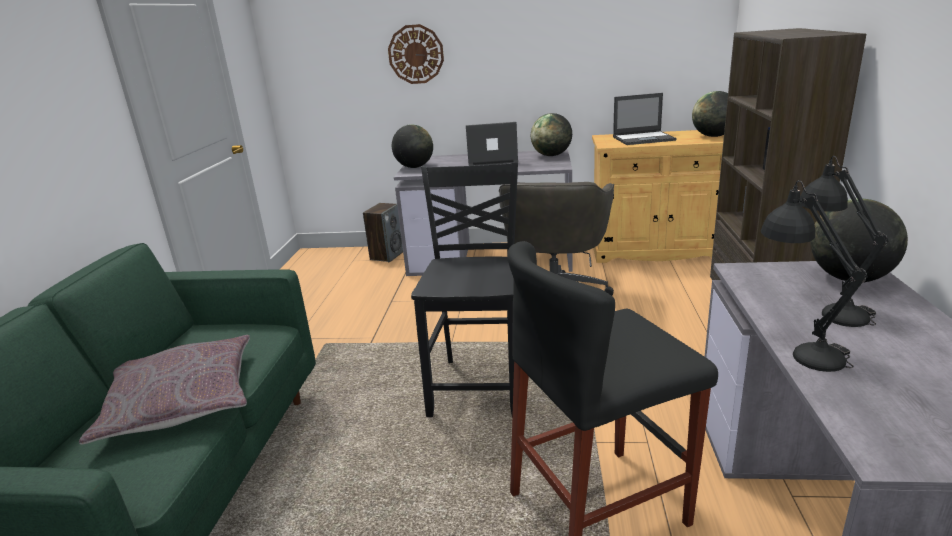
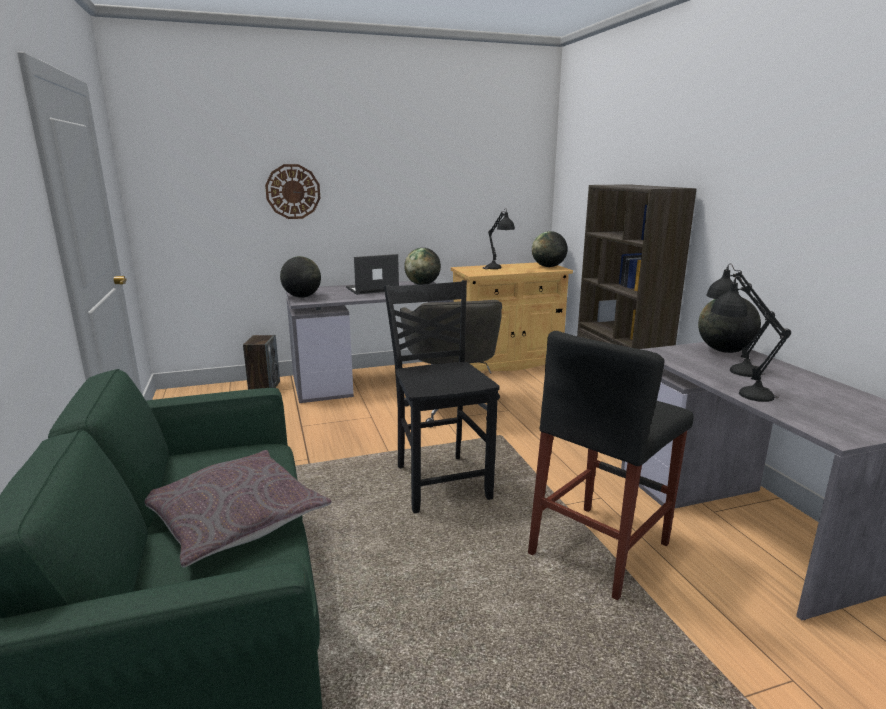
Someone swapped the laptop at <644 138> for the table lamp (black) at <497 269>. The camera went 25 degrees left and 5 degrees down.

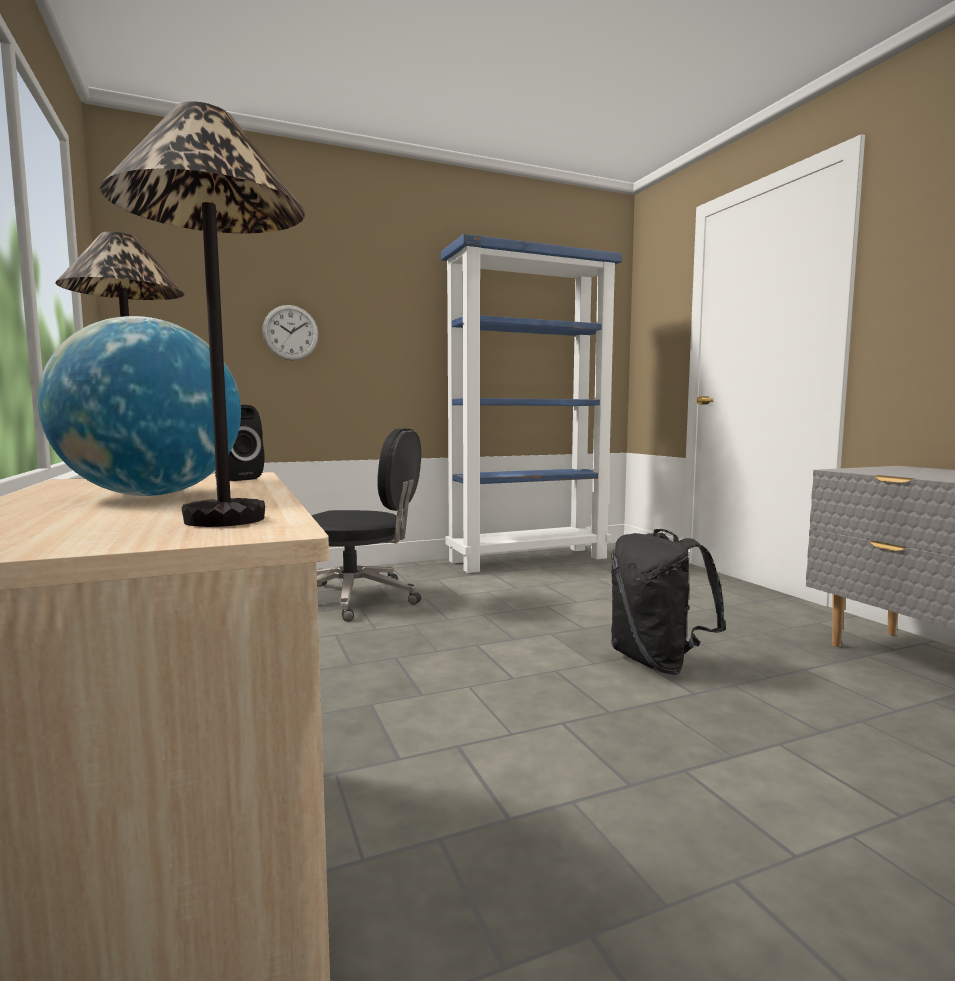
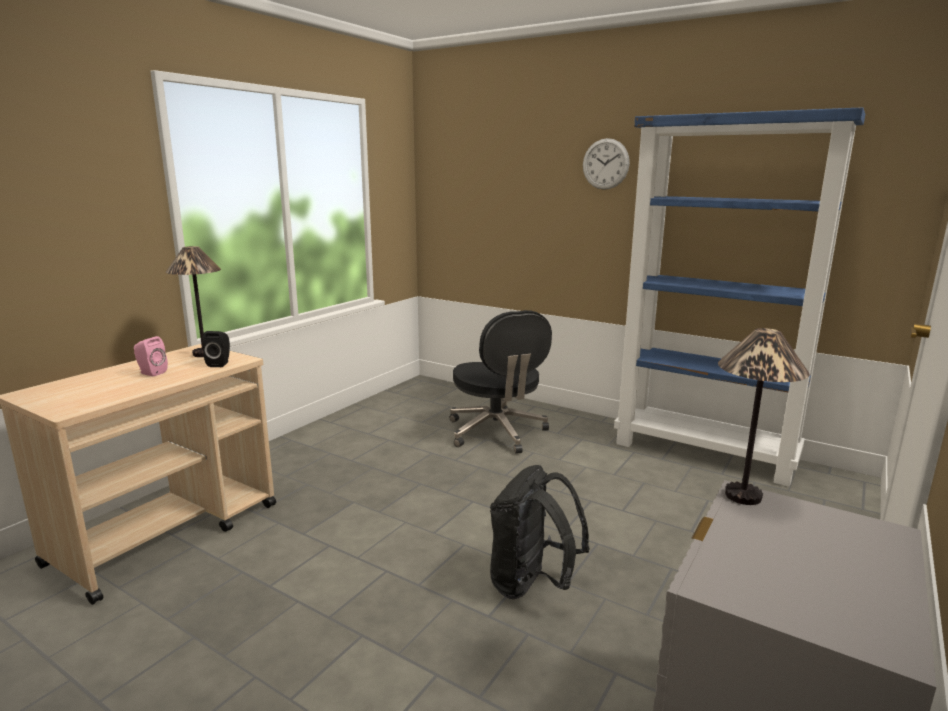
Someone carried the table lamp from <226 519> to <744 496>. Someone carried the wall clock from <290 332> to <605 164>. Someone swapped the globe at <151 495> for the speaker (pink) at <151 373>. The camera went 55 degrees right and 10 degrees up.

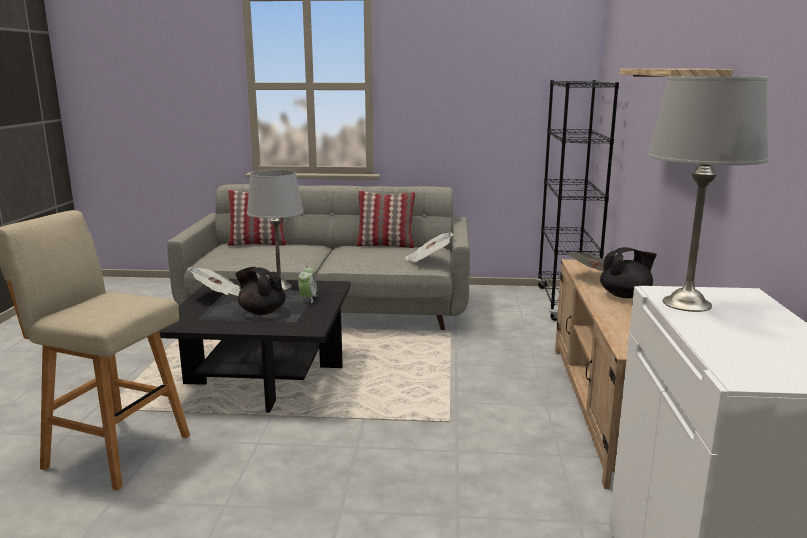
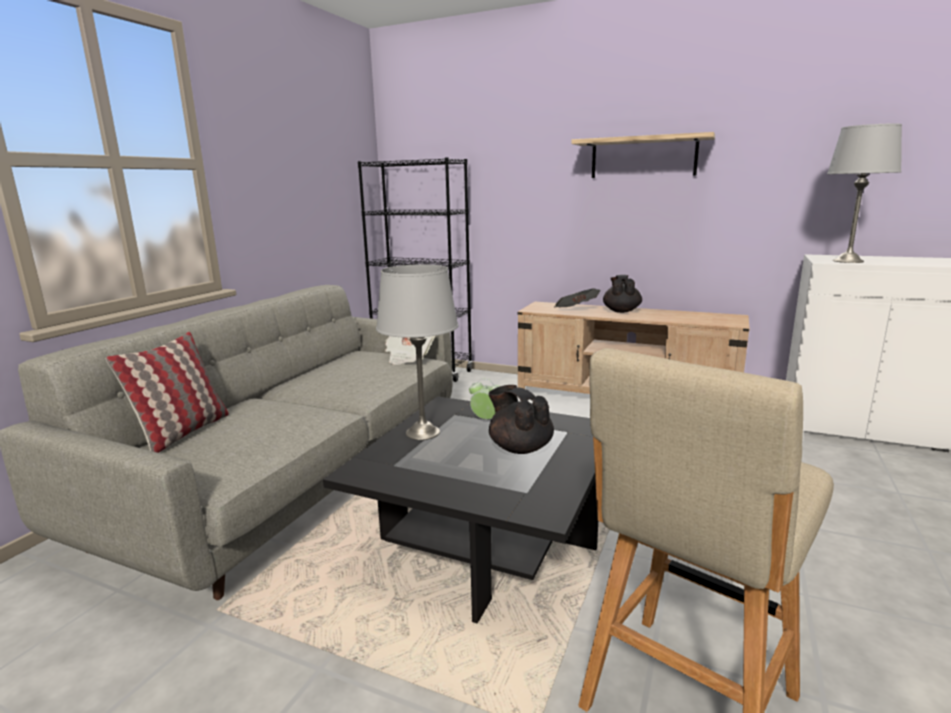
Someone took away the pillow at <385 245>. Someone rotated the teapot (black) at <262 312> by 90 degrees clockwise. Someone took away the newspaper at <219 296>. The camera went 70 degrees left and 0 degrees up.

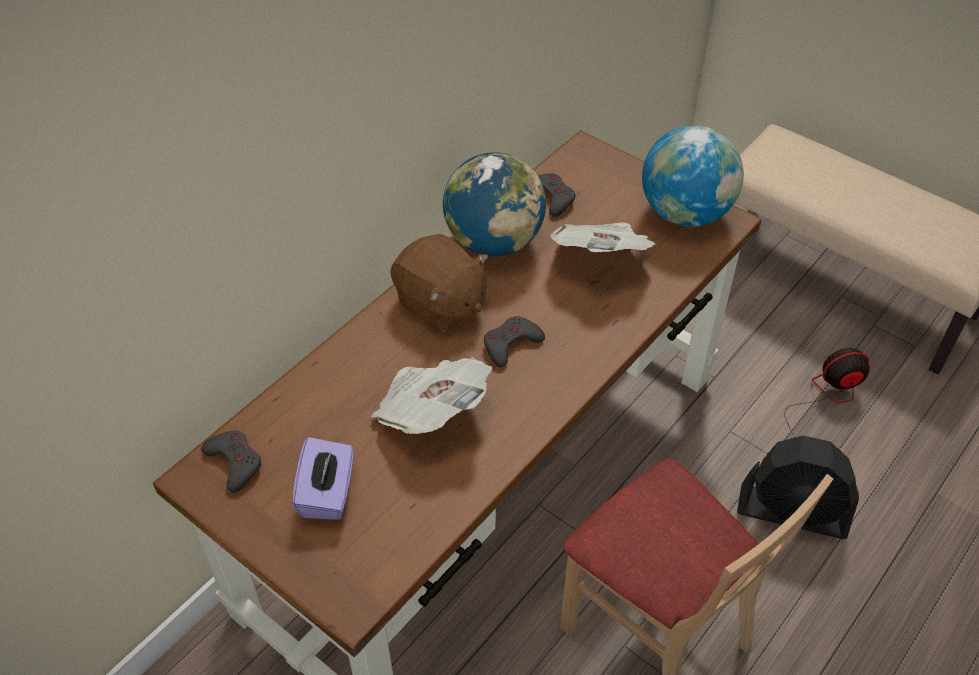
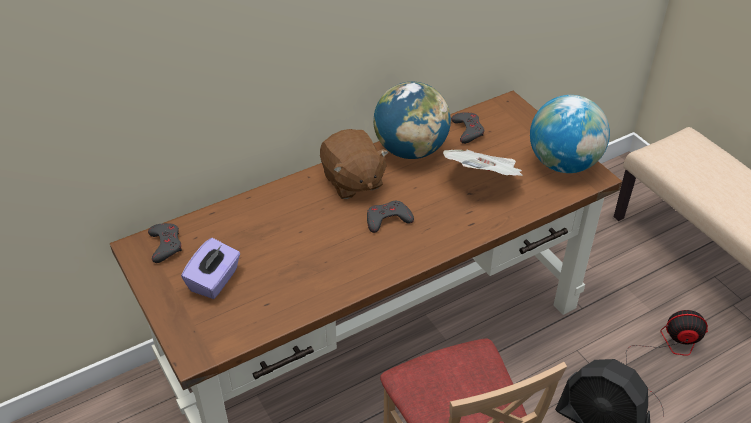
Someone took away the newspaper at <431 411>. The camera went 20 degrees right and 5 degrees down.

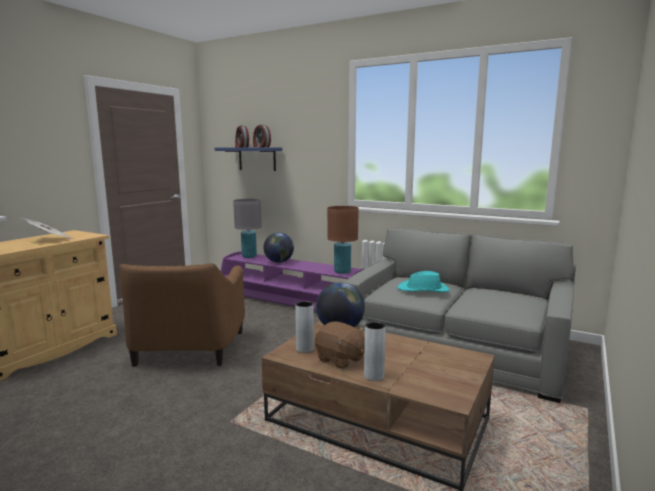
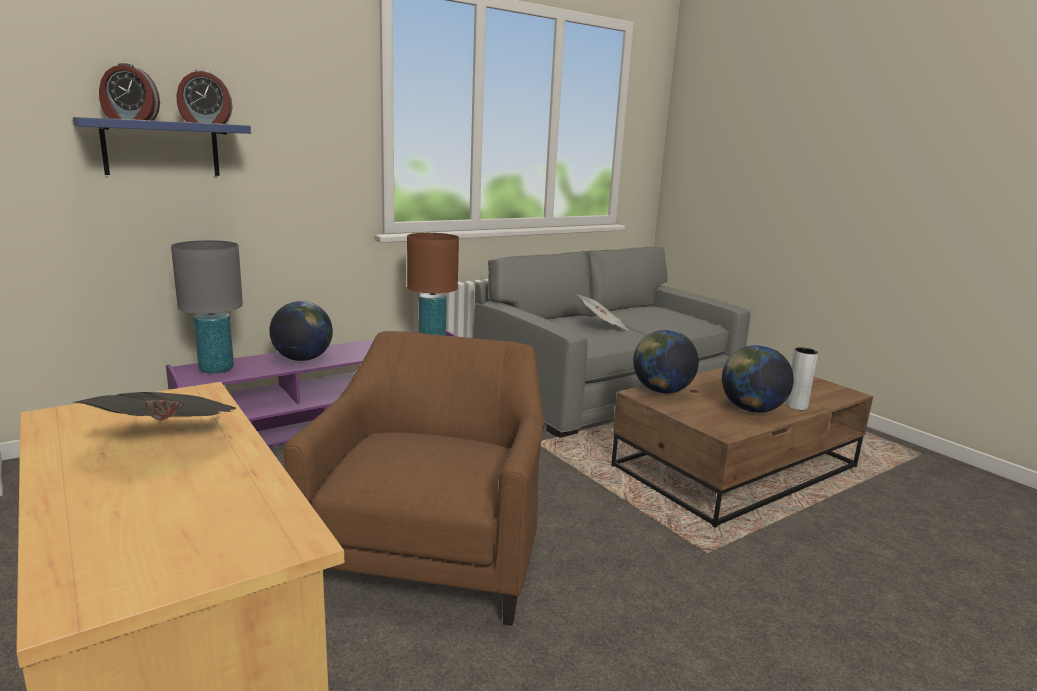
Someone rotated the armchair (brown) at <187 349> by 105 degrees counterclockwise. Someone swapped the hat (turquoise) at <423 290> for the newspaper at <602 326>. Someone took away the vase (grey) at <304 349>. Someone swapped the plush toy (brown) at <340 359> for the globe at <751 409>. The camera went 65 degrees left and 5 degrees up.

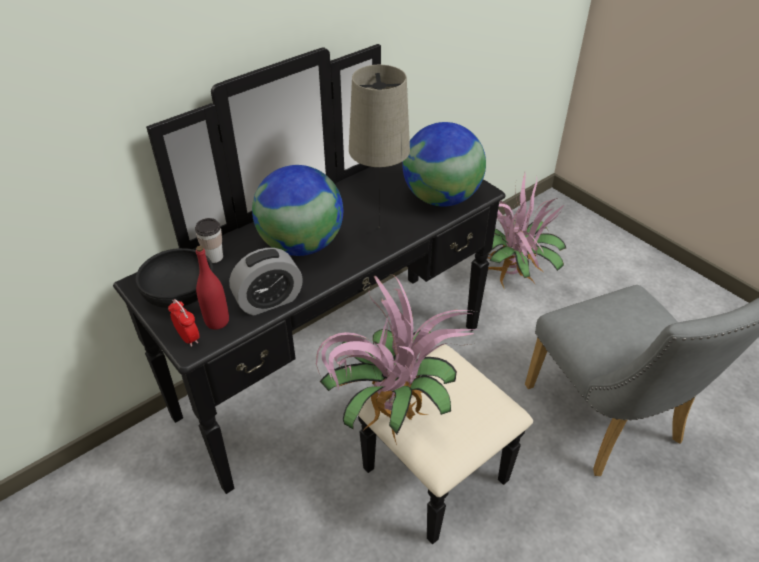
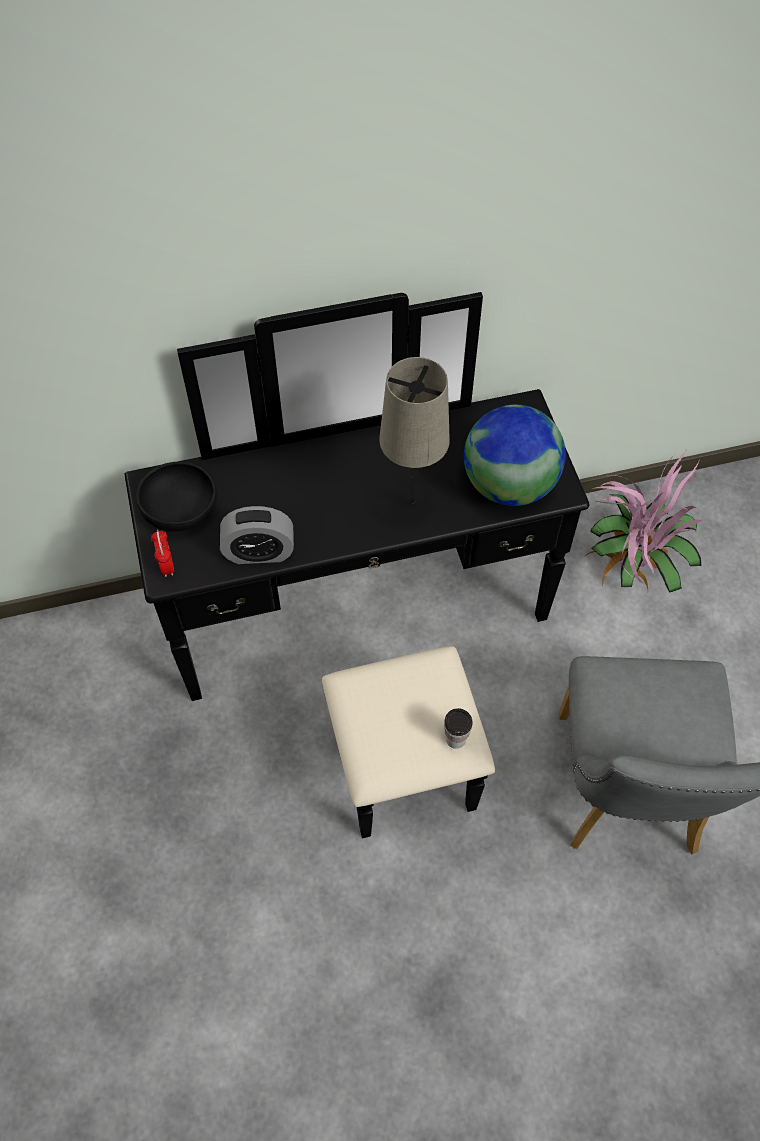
Someone took away the globe at <301 245>. Someone carried the cup from <214 257> to <455 739>. Someone took away the bottle (red) at <217 321>. Someone took away the potted plant at <390 412>. The camera went 25 degrees right and 15 degrees up.

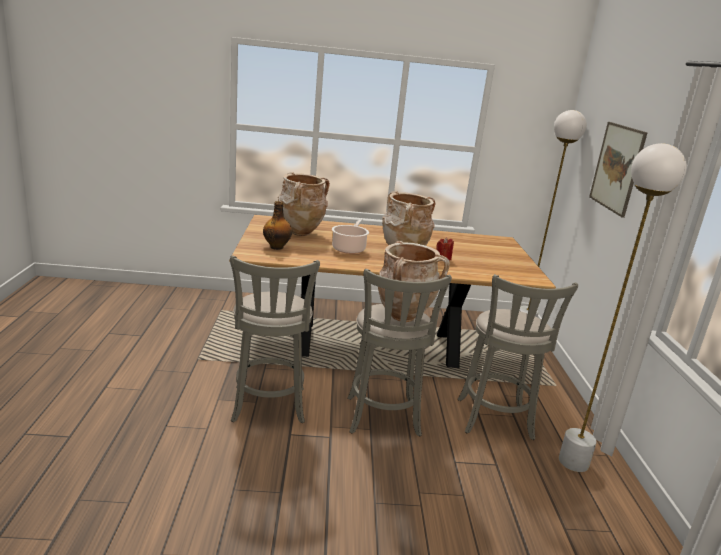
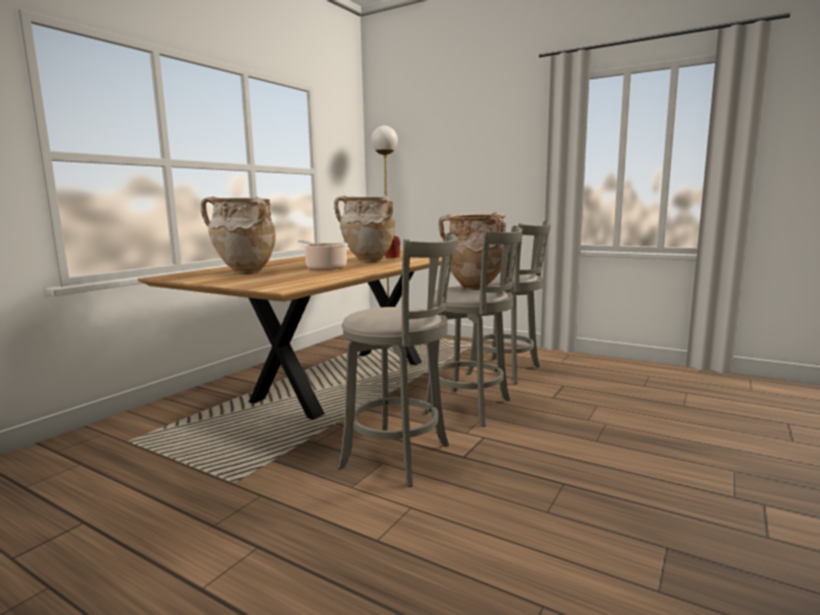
Someone took away the picture at <617 167>. Someone took away the floor lamp (white) at <573 462>. Someone took away the bottle at <277 247>. The camera went 55 degrees left and 10 degrees down.

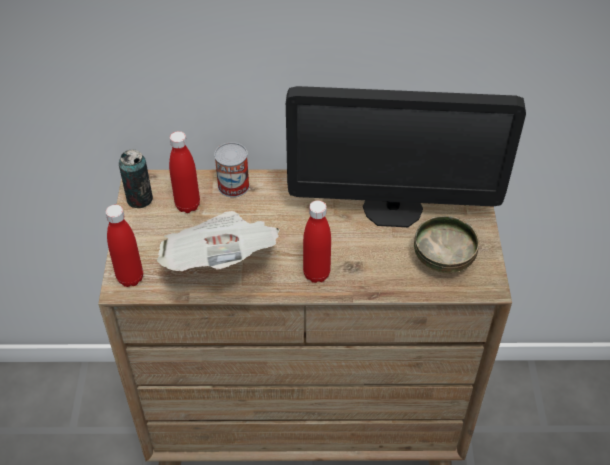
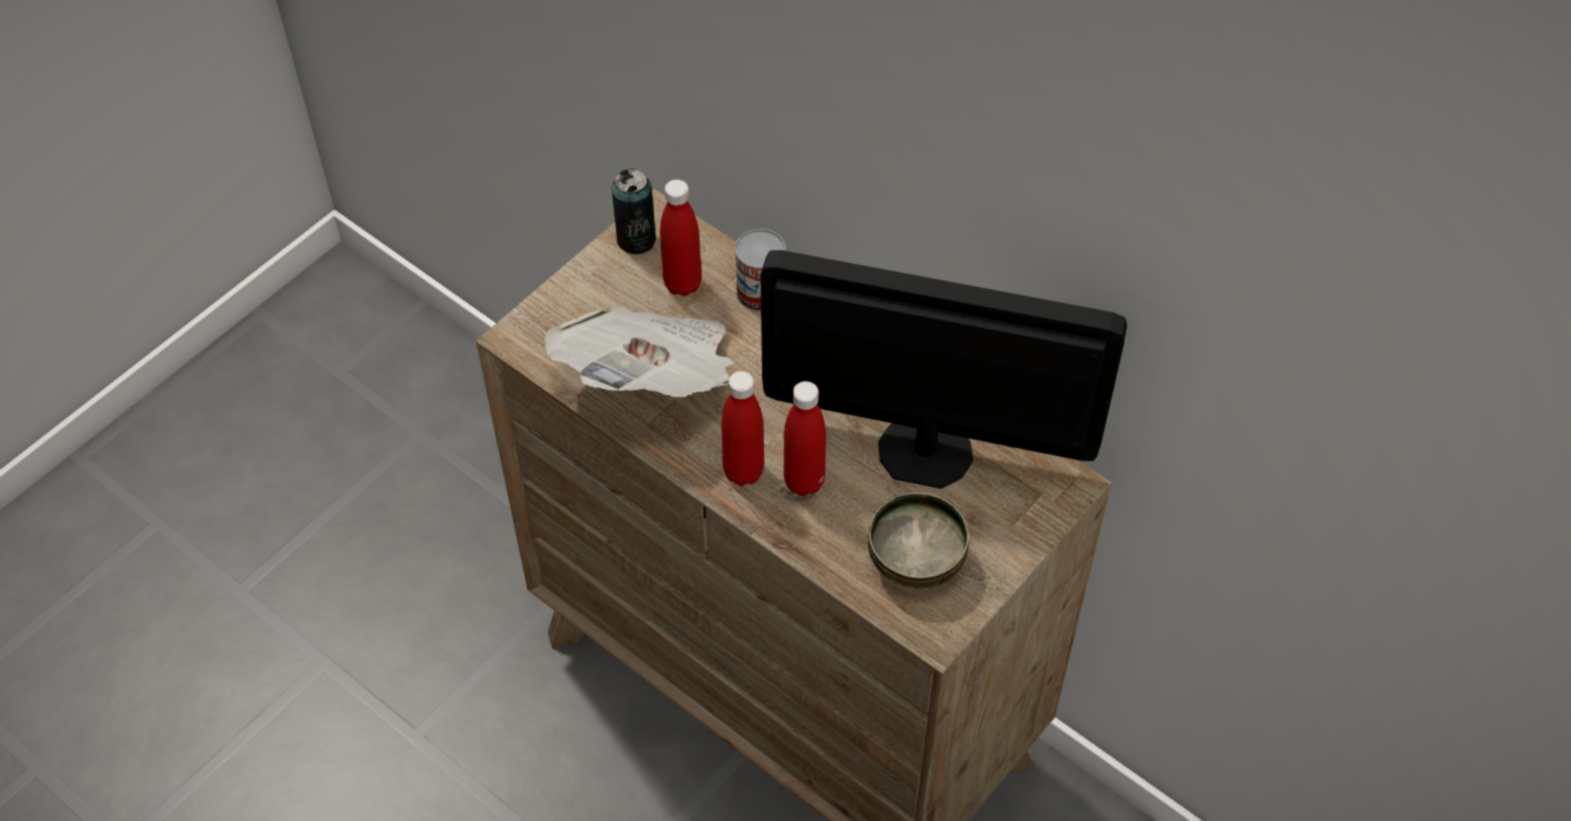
Someone rotated the monitor at <392 208> by 150 degrees clockwise. Someone carried the bottle (red) from <130 278> to <804 481>. The camera went 40 degrees right and 5 degrees up.

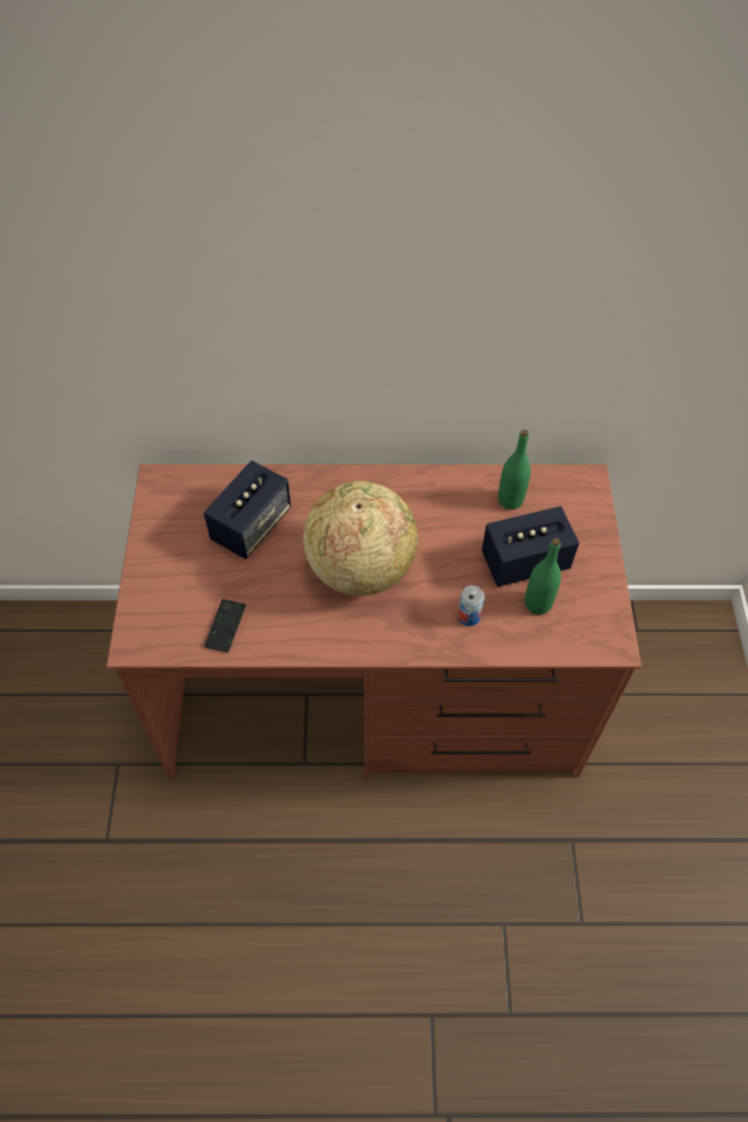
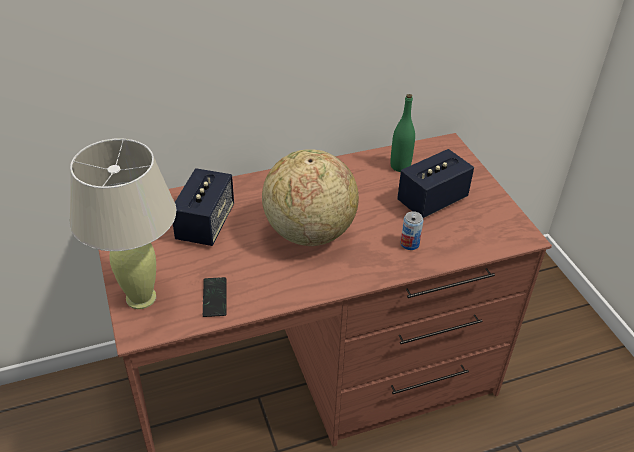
Someone took away the bottle (green) at <538 603>. Someone put down the table lamp (beige) at <140 297>. The camera went 20 degrees left and 15 degrees down.

